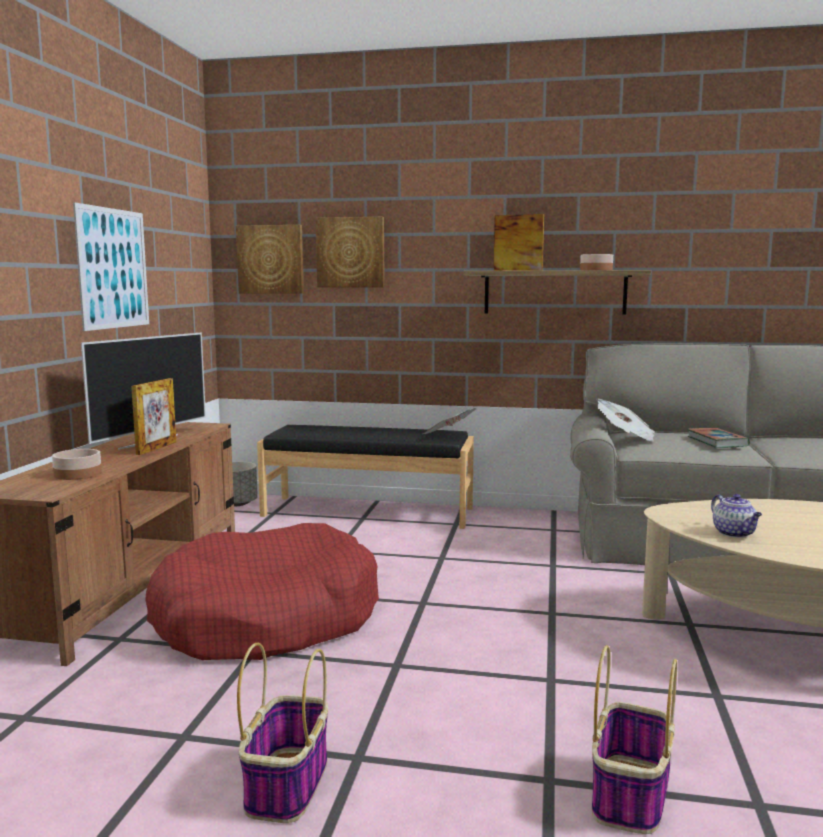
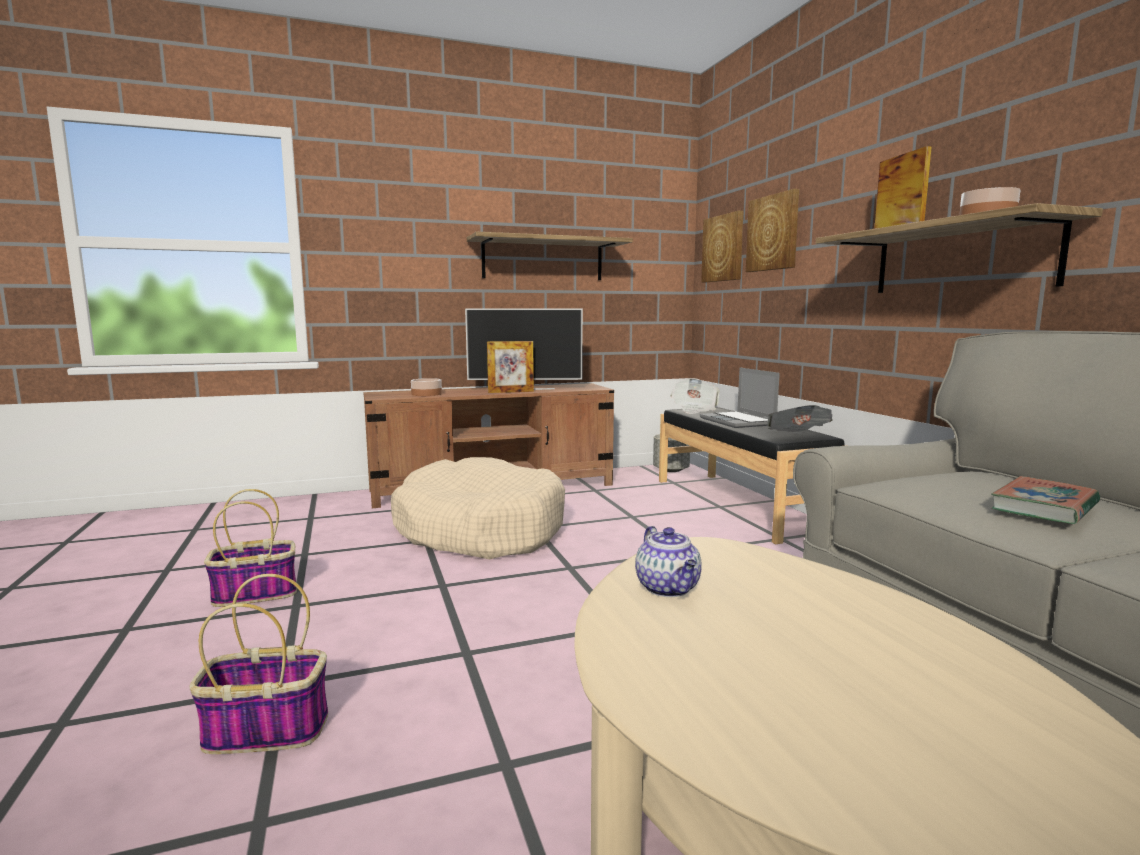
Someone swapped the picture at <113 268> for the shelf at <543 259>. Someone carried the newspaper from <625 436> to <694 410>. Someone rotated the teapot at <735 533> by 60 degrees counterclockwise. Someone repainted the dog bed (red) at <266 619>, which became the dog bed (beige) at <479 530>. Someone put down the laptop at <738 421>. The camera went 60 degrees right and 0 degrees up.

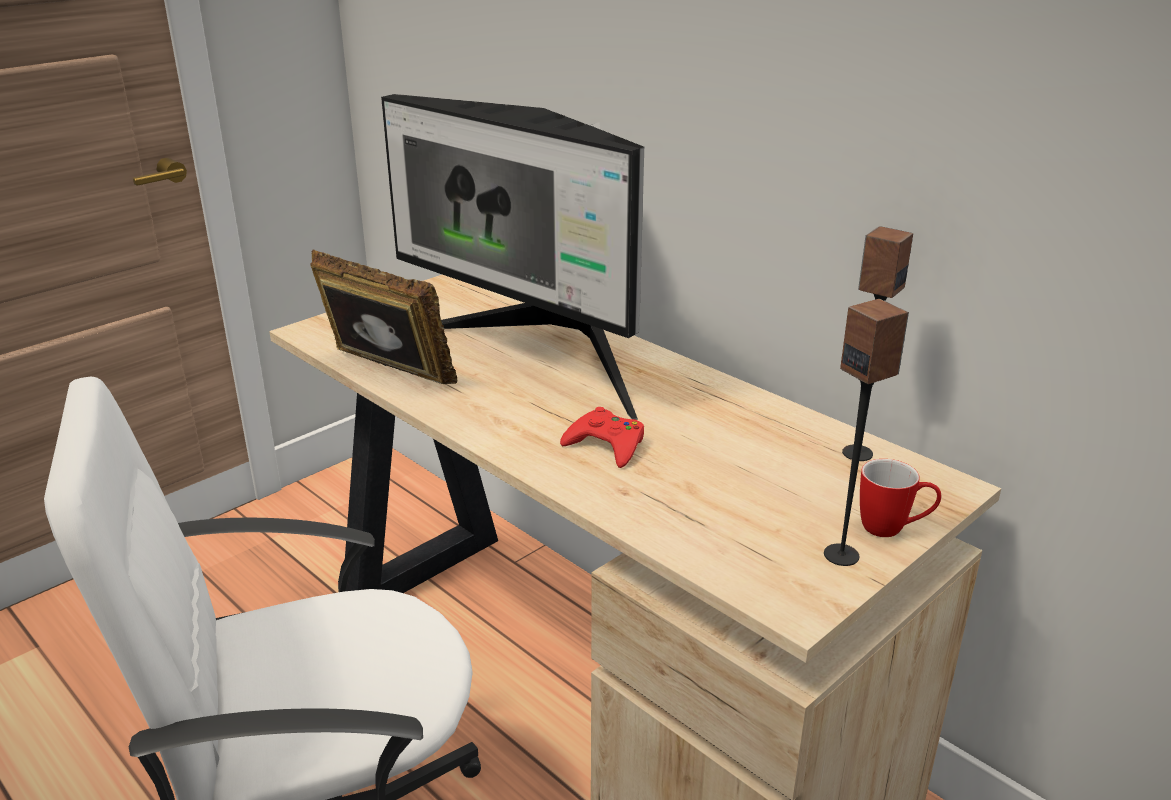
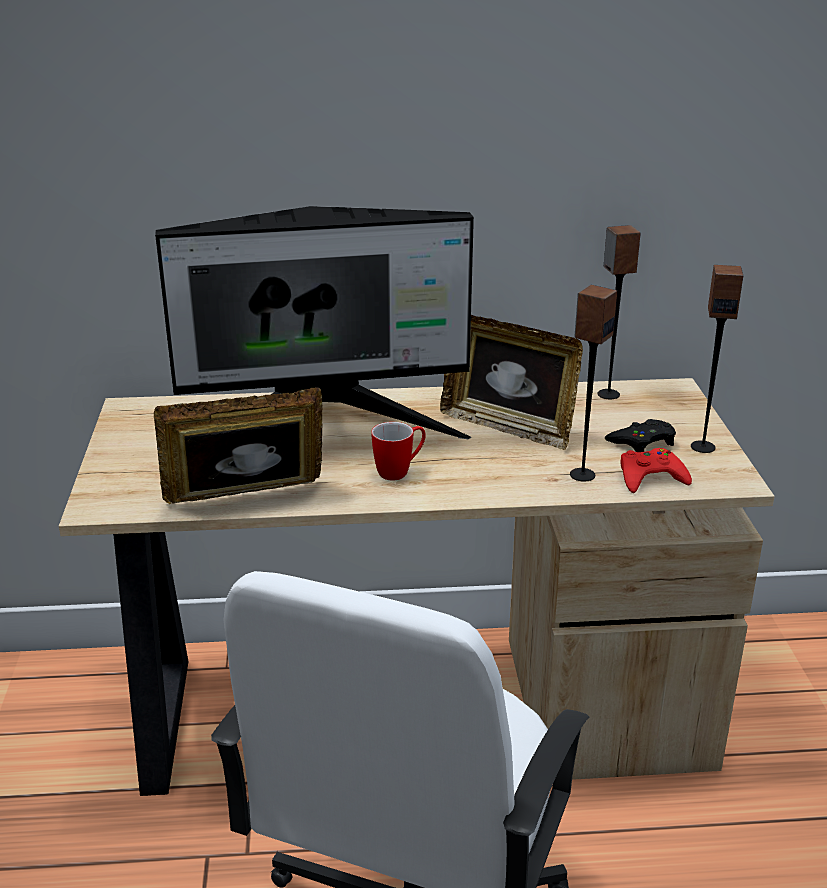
Someone carried the game controller (red) from <606 445> to <650 477>. Someone carried the mug from <893 529> to <400 471>. Someone put down the speaker at <582 475>. Someone put down the picture frame at <508 427>. Someone put down the game controller (black) at <642 442>. The camera went 50 degrees left and 0 degrees up.

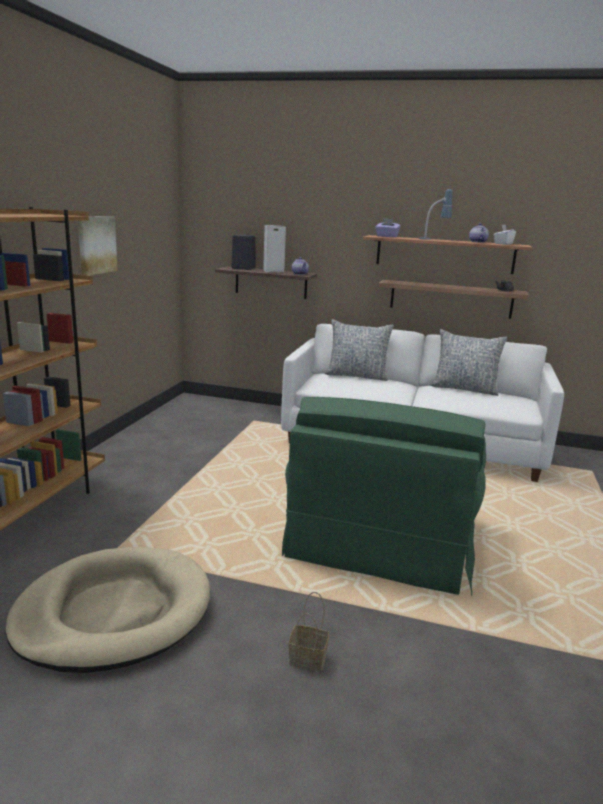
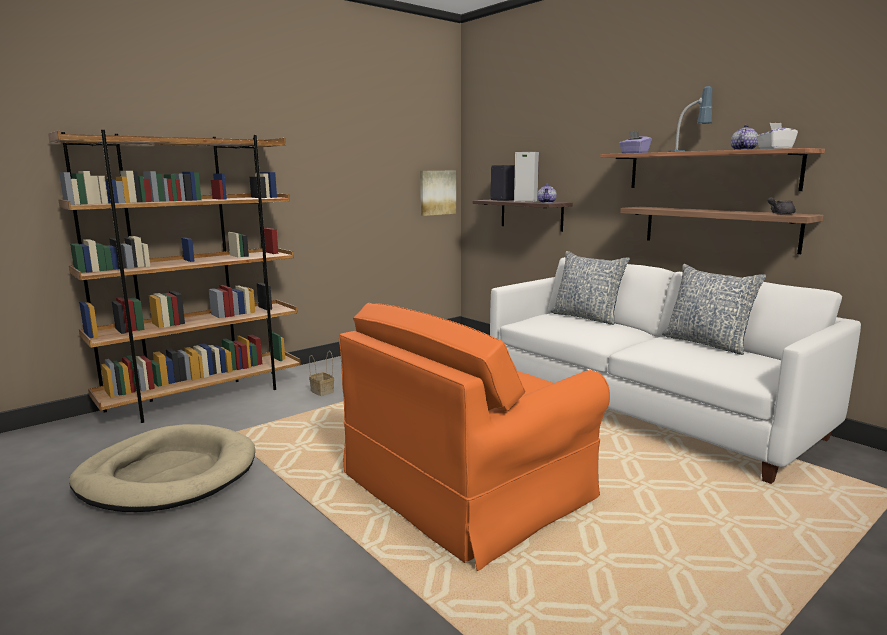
Someone carried the picture from <96 245> to <437 192>. Someone repainted the armchair (green) at <381 537>, which became the armchair (orange) at <467 485>. Someone carried the basket from <309 658> to <323 391>. The camera went 35 degrees right and 5 degrees down.

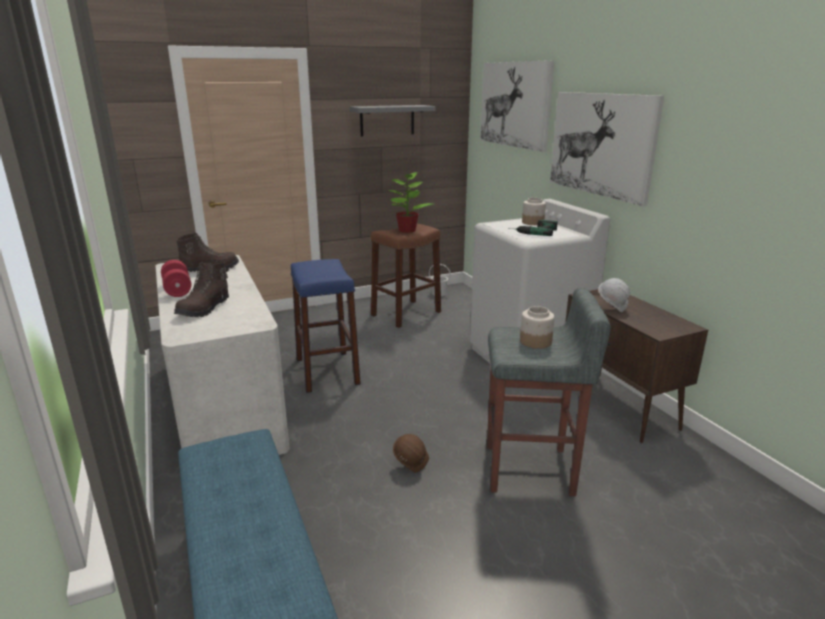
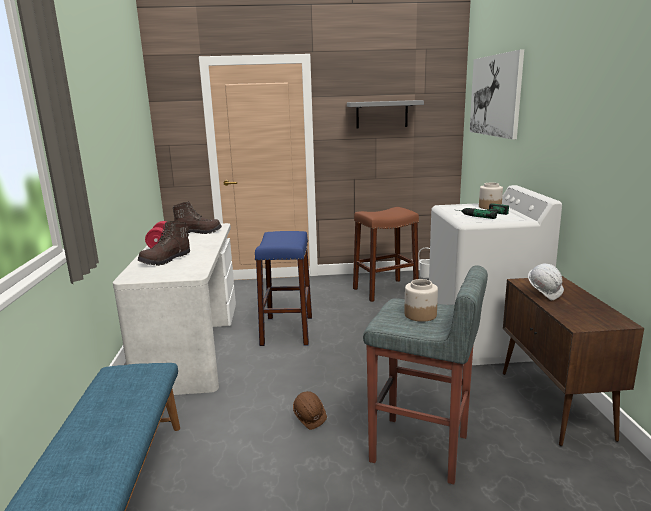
Someone took away the picture at <601 144>. Someone took away the potted plant at <407 230>. The camera went 20 degrees right and 5 degrees down.

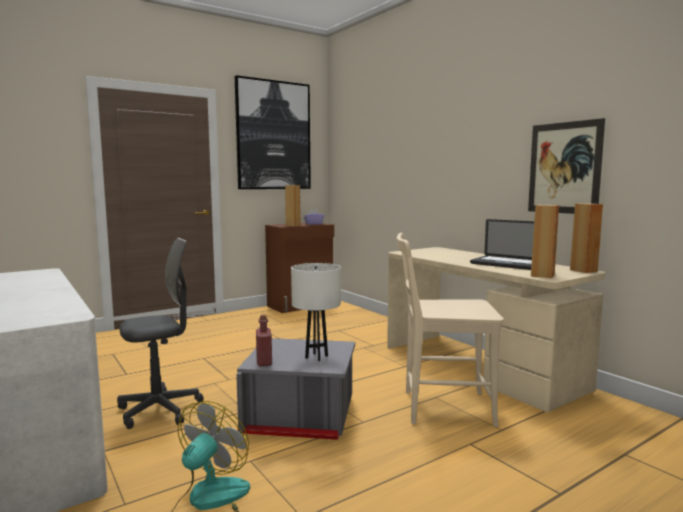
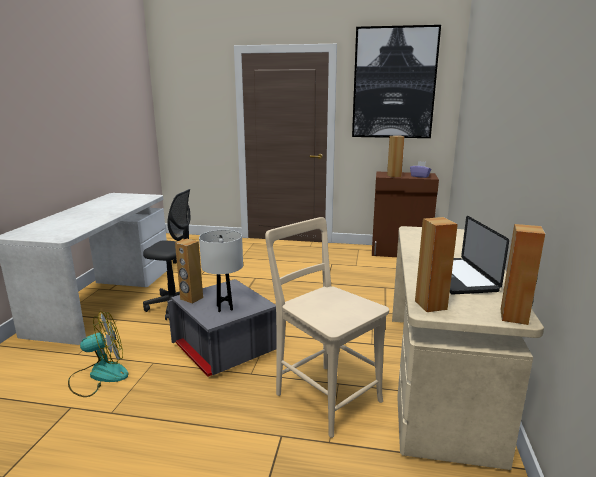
Someone took away the picture at <564 168>. Someone swapped the bottle (red) at <264 362> for the speaker (brown) at <191 298>. The camera went 45 degrees right and 10 degrees up.

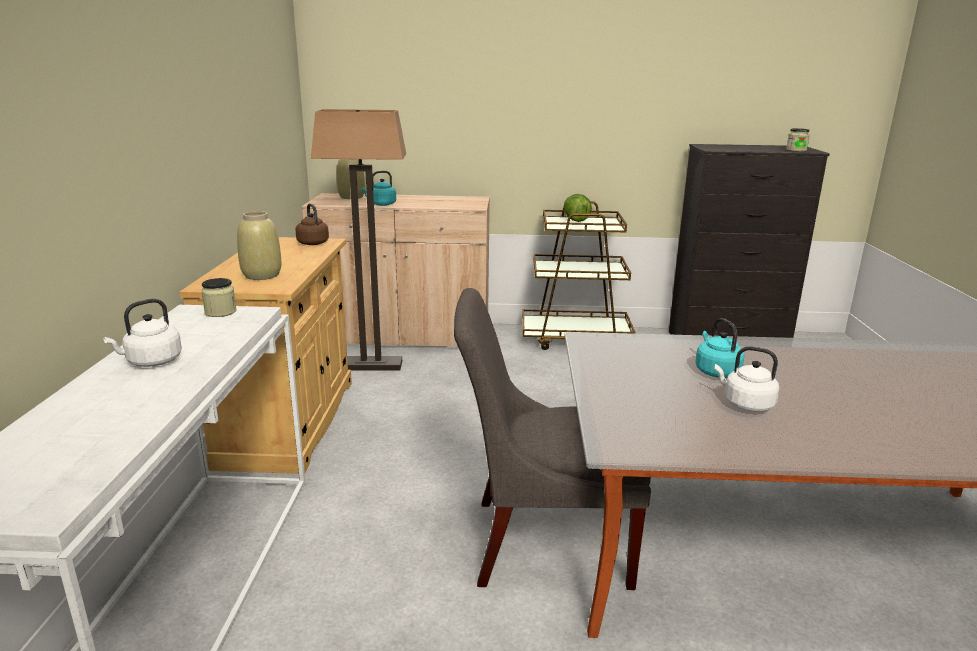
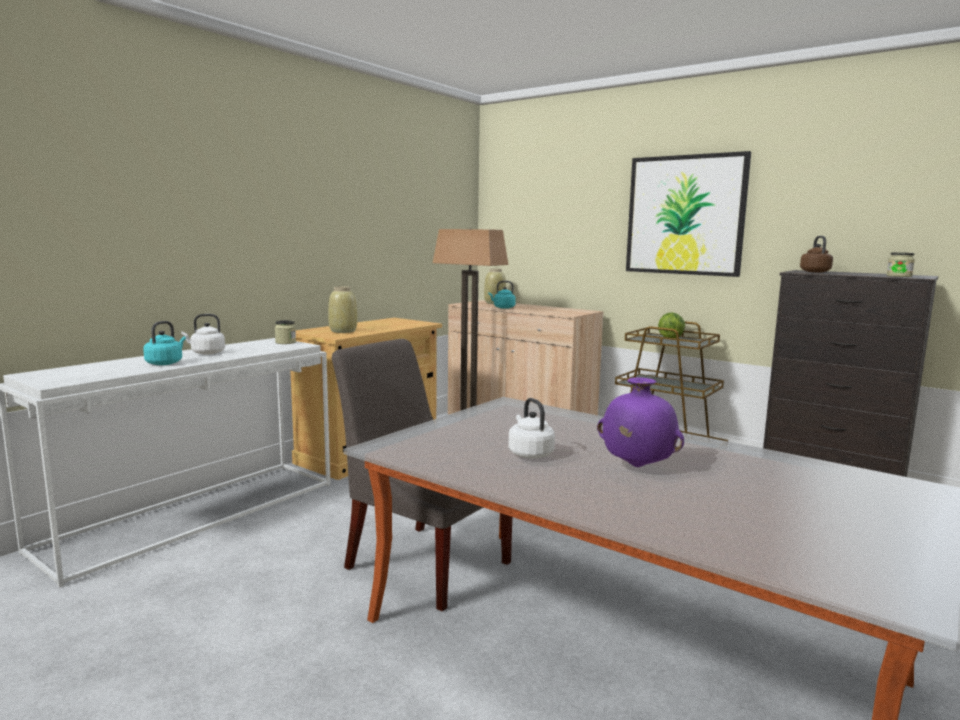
Someone carried the kettle (brown) from <312 243> to <814 271>. Someone carried the kettle (turquoise) from <715 371> to <165 363>. Someone put up the picture at <685 215>. Someone put down the vase (purple) at <636 466>. The camera went 35 degrees right and 10 degrees down.

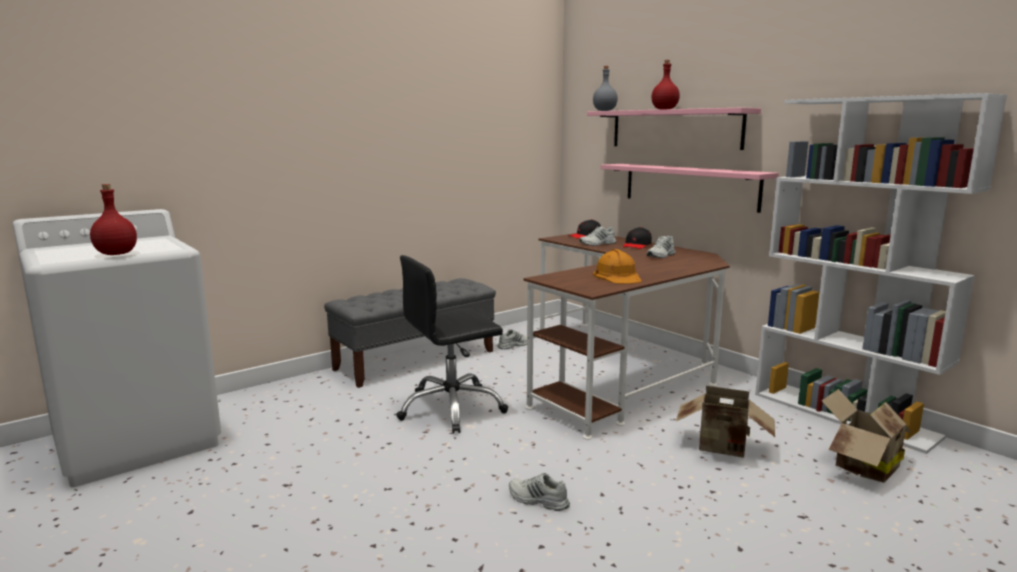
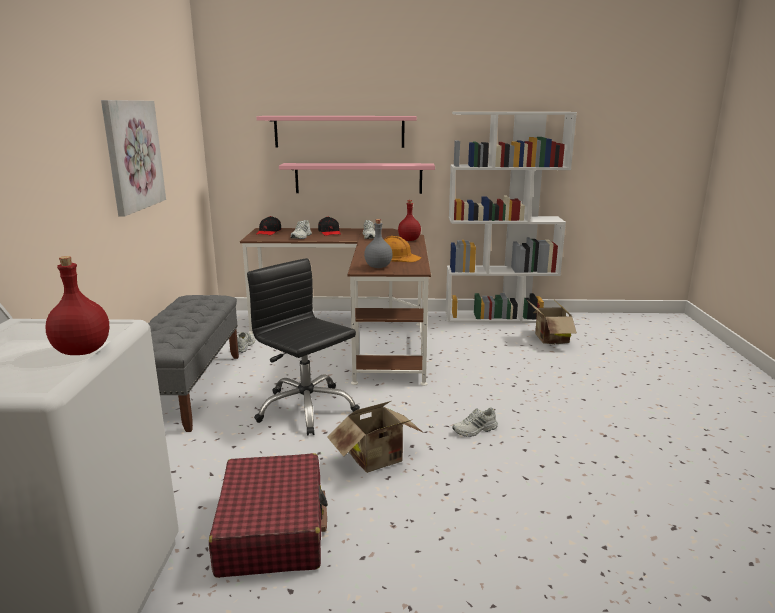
Someone carried the bottle (red) from <664 109> to <408 240>. Someone carried the bottle (grey) from <604 111> to <378 267>. Someone rotated the office chair (black) at <451 409> by 120 degrees clockwise. Someone carried the cardboard box from <723 448> to <378 460>. Someone put up the picture at <132 155>. Someone put down the suitcase (red) at <272 528>. The camera went 50 degrees left and 5 degrees up.

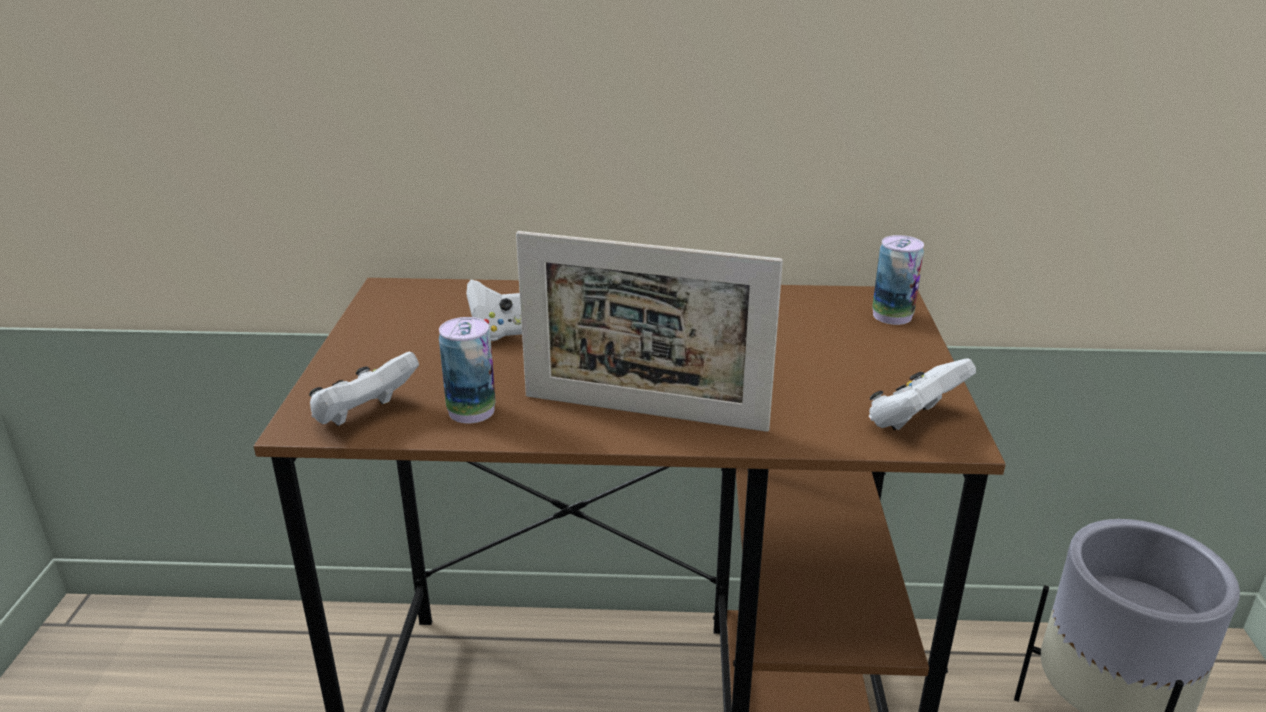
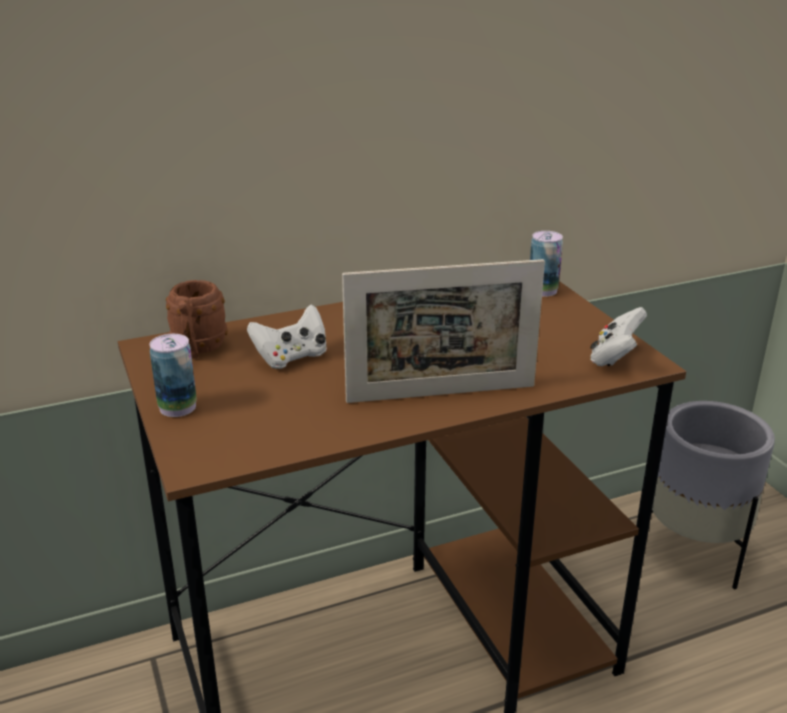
Someone carried the can from <471 411> to <177 407>. Someone took away the game controller (white) at <364 415>. Someone put down the mug (brown) at <198 349>. The camera went 25 degrees left and 0 degrees up.

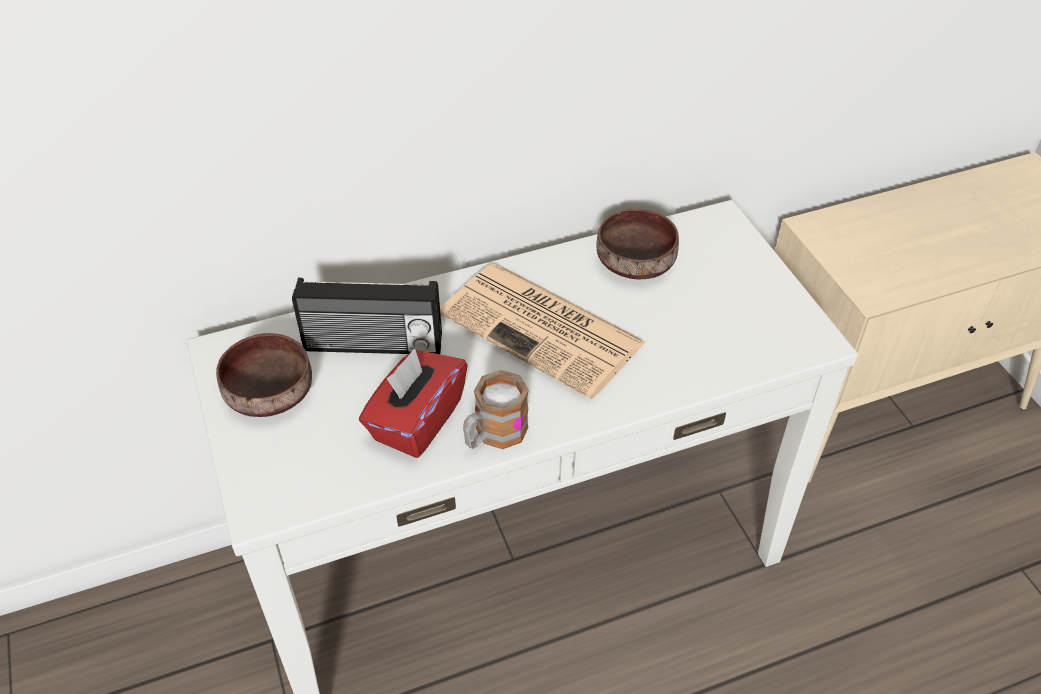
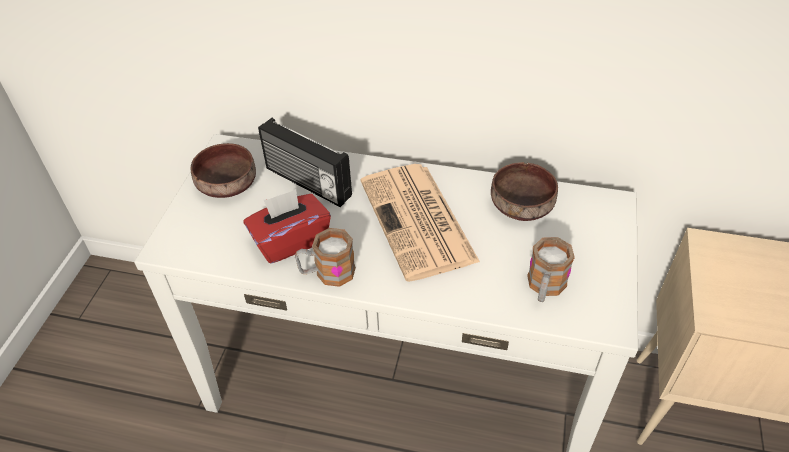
Someone put down the mug at <545 287>. The camera went 35 degrees right and 0 degrees up.

